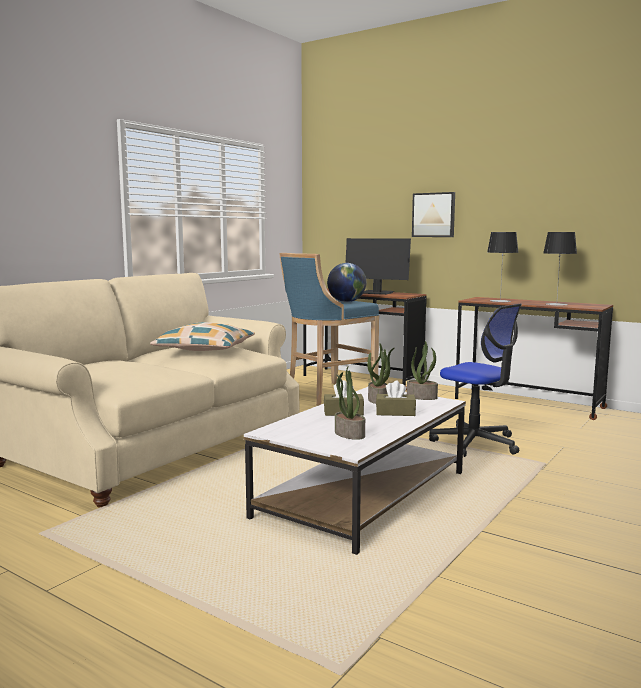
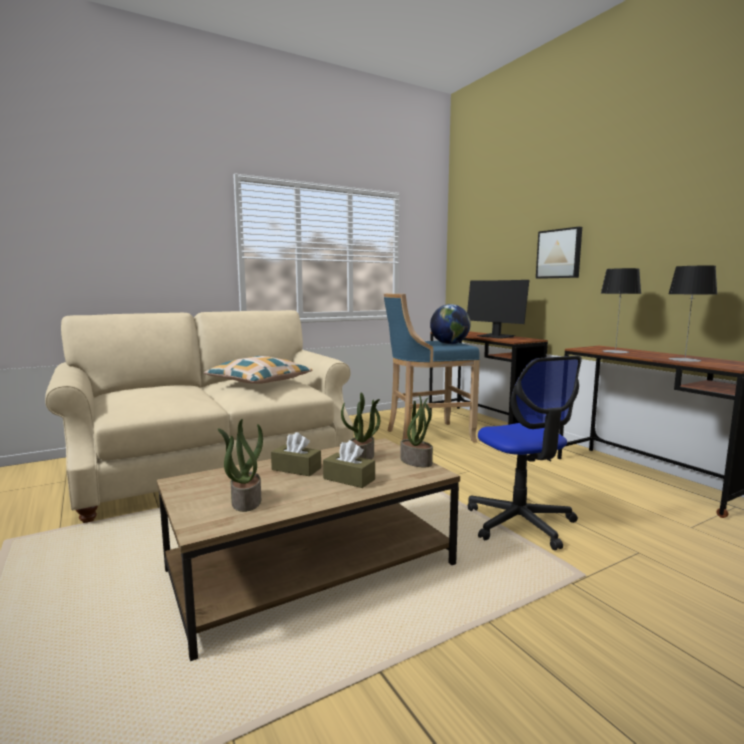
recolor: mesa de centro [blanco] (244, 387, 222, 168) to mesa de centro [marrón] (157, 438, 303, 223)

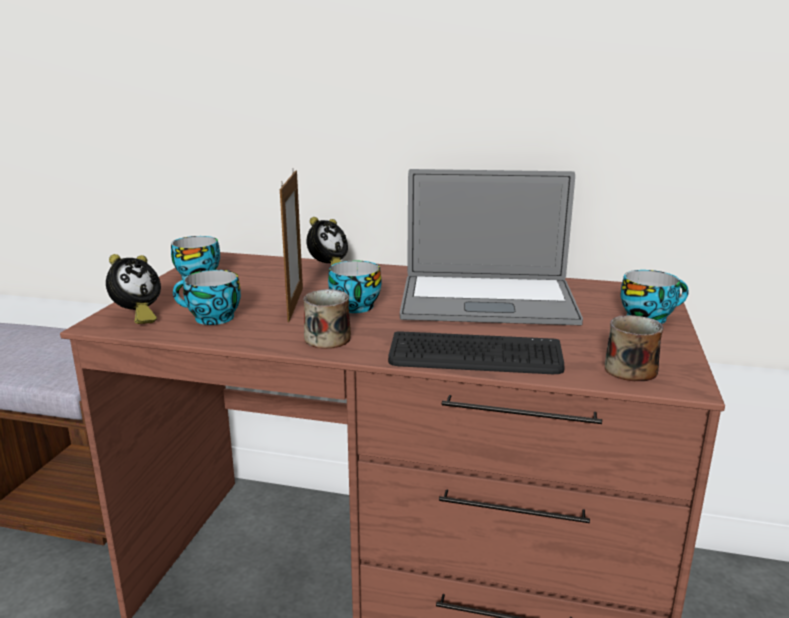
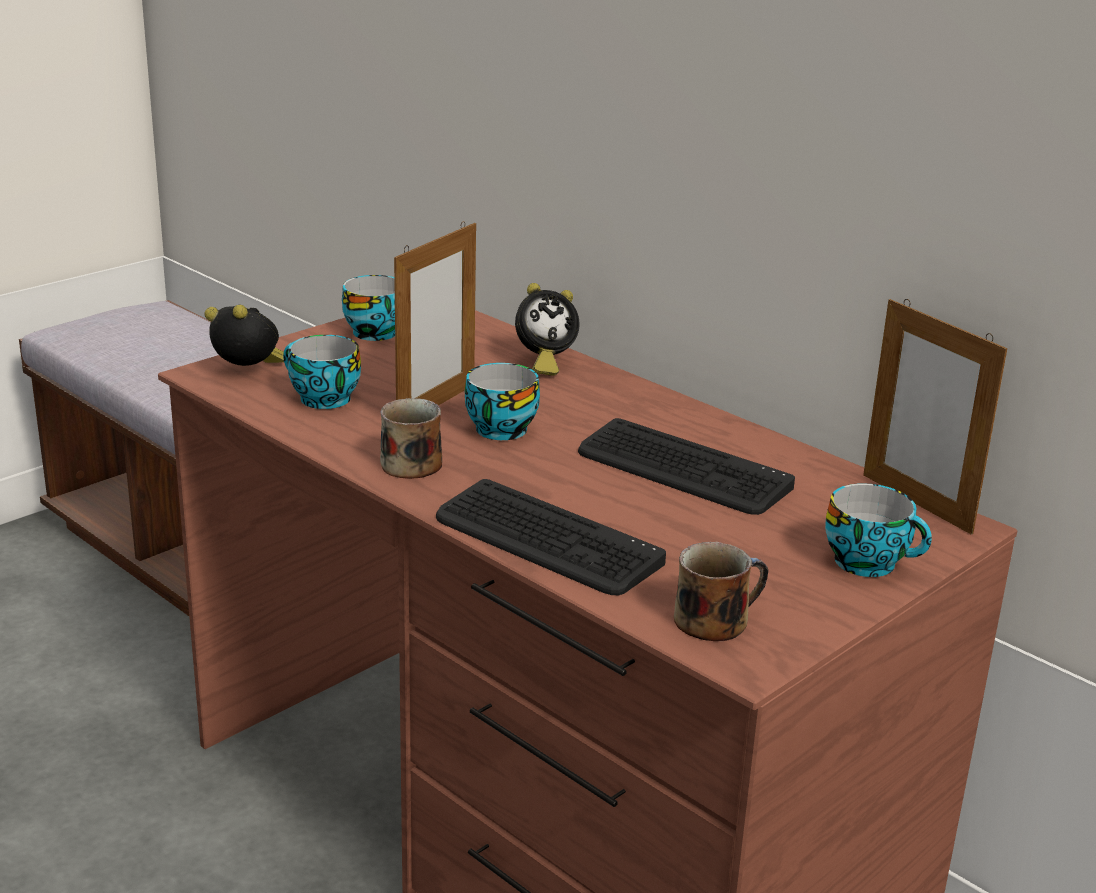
insert: portarretratos (863, 299, 144, 236)
replace: portátil (400, 169, 183, 156) to teclado (578, 418, 217, 97)
rotate: despertador (106, 254, 55, 70) = (205, 305, 79, 61) 135 degrees counterclockwise

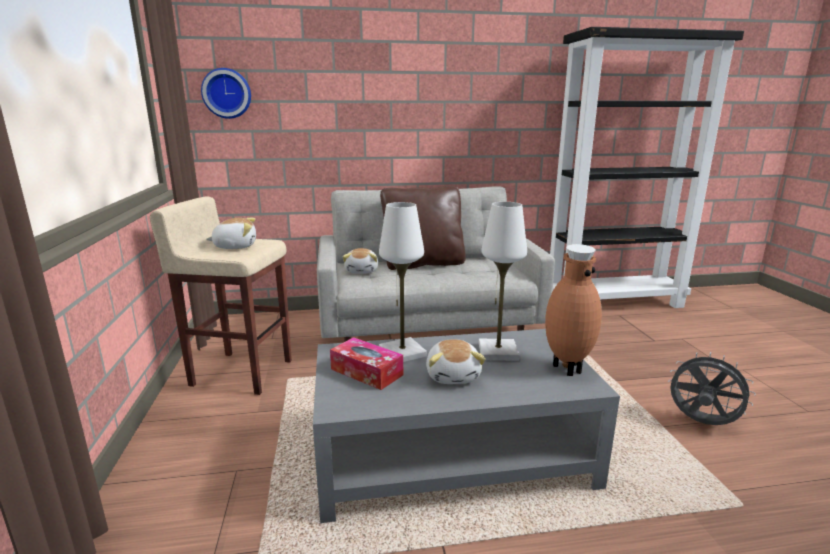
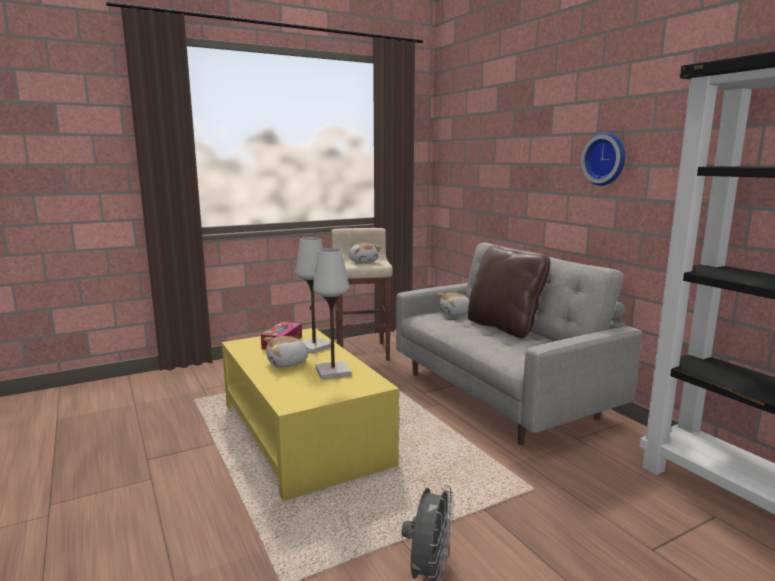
delete: florero [marrón] (545, 244, 57, 132)
move: reloj de pared (201, 68, 50, 51) to (581, 132, 44, 54)
recolor: mesa de centro [gris] (313, 329, 307, 194) to mesa de centro [amarillo] (222, 328, 177, 173)

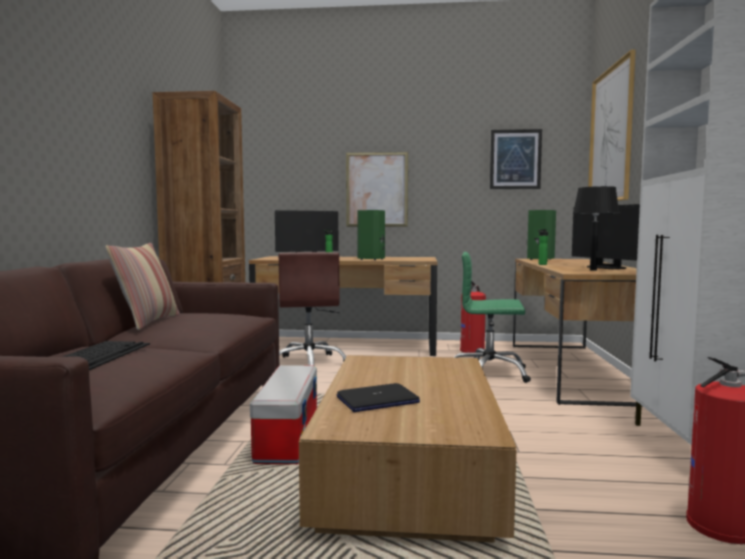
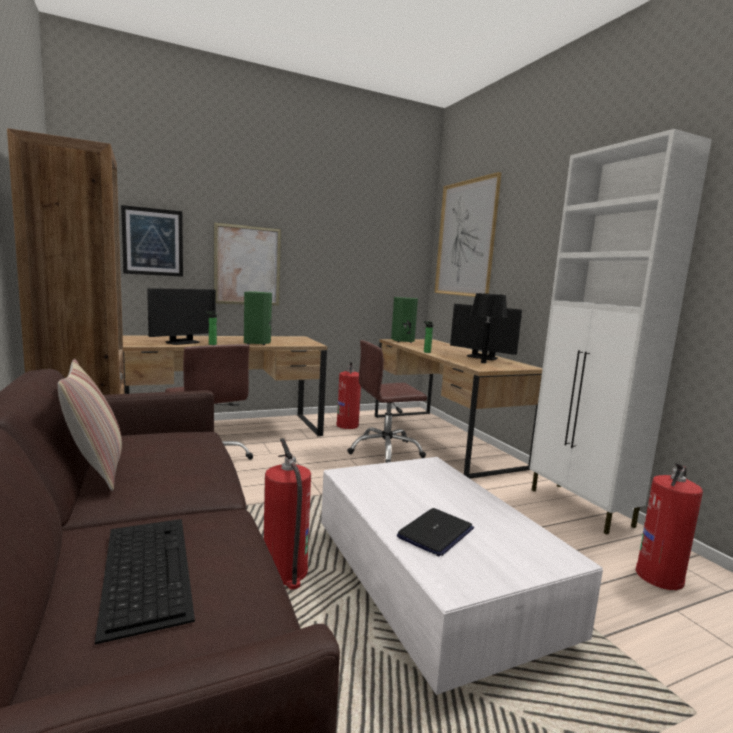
move: cuadro (490, 129, 52, 60) to (121, 205, 62, 72)
replace: caja de almacenaje (250, 365, 67, 99) to extintor (264, 438, 47, 152)
recolor: mesa de centro [marrón] (299, 355, 218, 187) to mesa de centro [blanco] (321, 457, 282, 238); silla de oficina [verde] (453, 252, 78, 131) to silla de oficina [marrón] (347, 340, 80, 123)

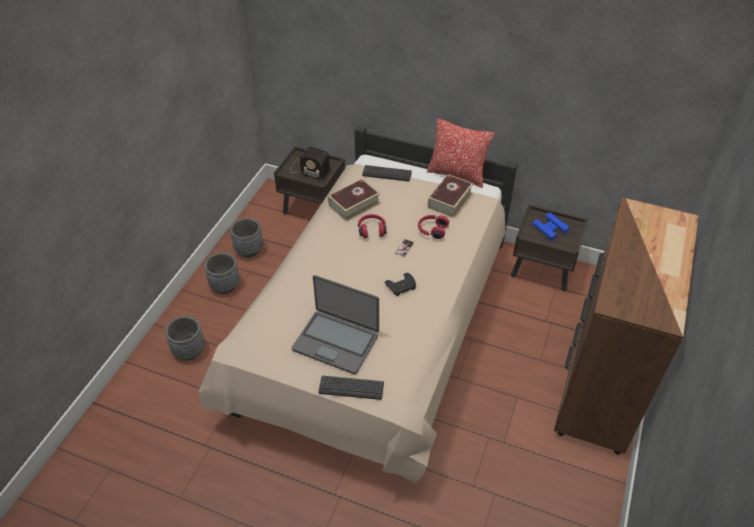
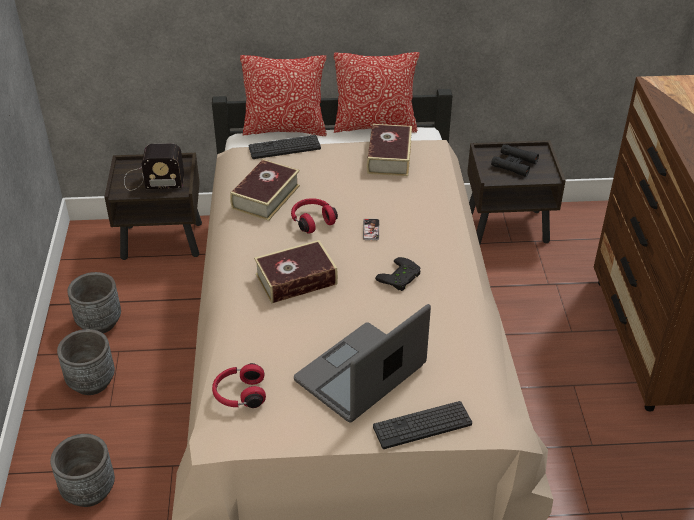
insert: cojín (240, 55, 87, 81); libro (254, 240, 84, 64)
move: auriculares [rojo] (418, 215, 31, 24) to (212, 363, 54, 45)
recolor: prismáticos [azul] (533, 212, 38, 29) to prismáticos [negro] (491, 144, 48, 33)
rotate: portátil (292, 275, 87, 99) = (294, 304, 137, 118) 135 degrees clockwise

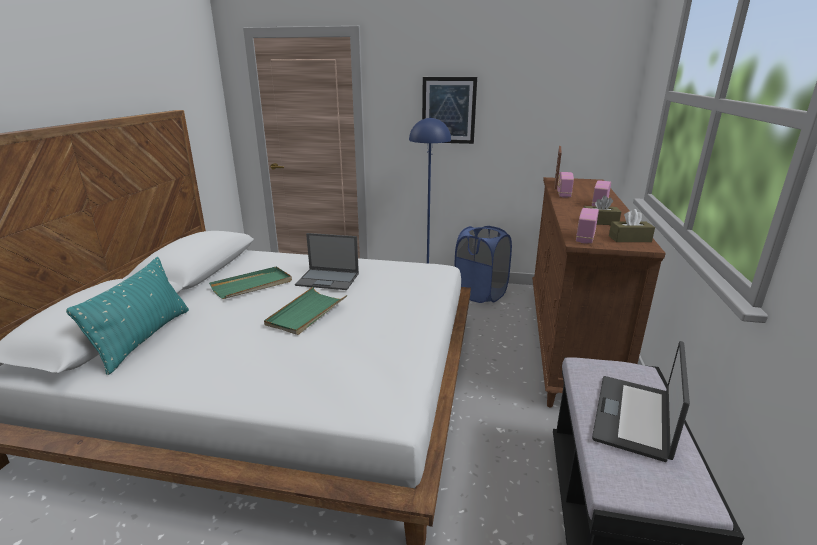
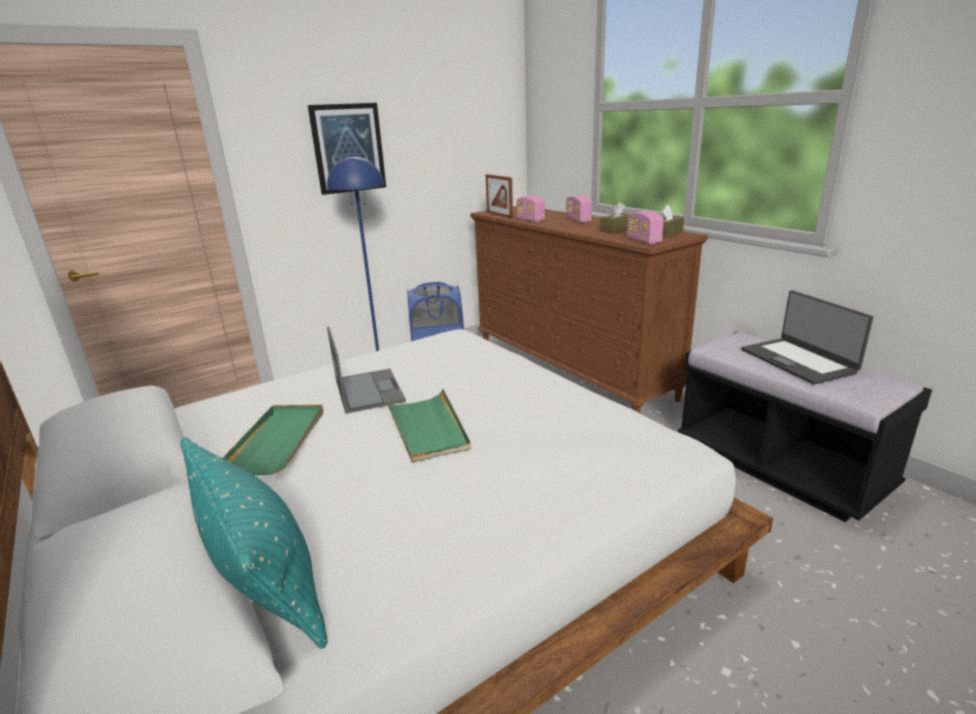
rotate: portátil (295, 233, 64, 57) = (327, 327, 79, 87) 75 degrees counterclockwise

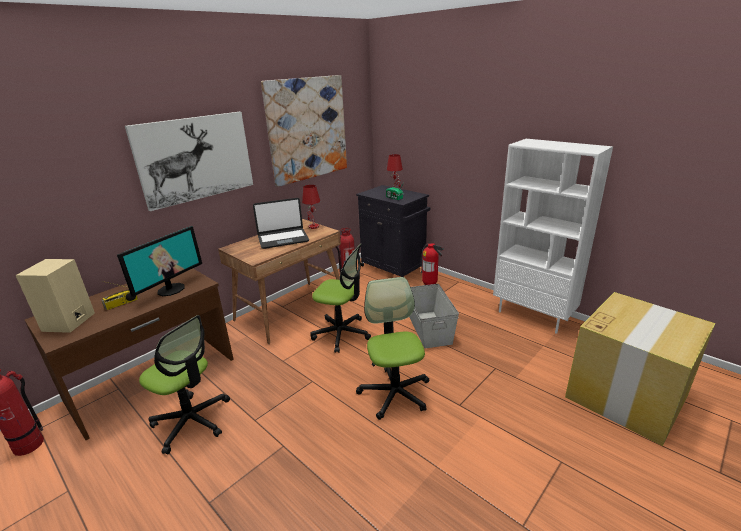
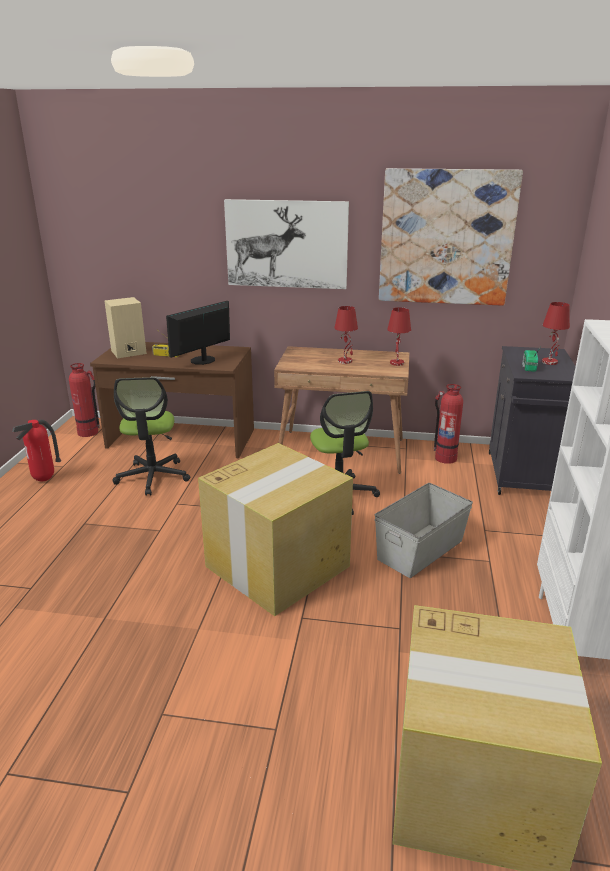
move: extintor (421, 243, 23, 42) to (12, 419, 49, 62)
replace: silla de oficina (356, 277, 73, 143) to caja de cartón (198, 443, 155, 173); portátil (253, 198, 56, 51) to lámpara de mesa [rojo] (334, 306, 24, 58)
rotate: monitor (117, 226, 85, 71) = (166, 301, 64, 64) 135 degrees clockwise

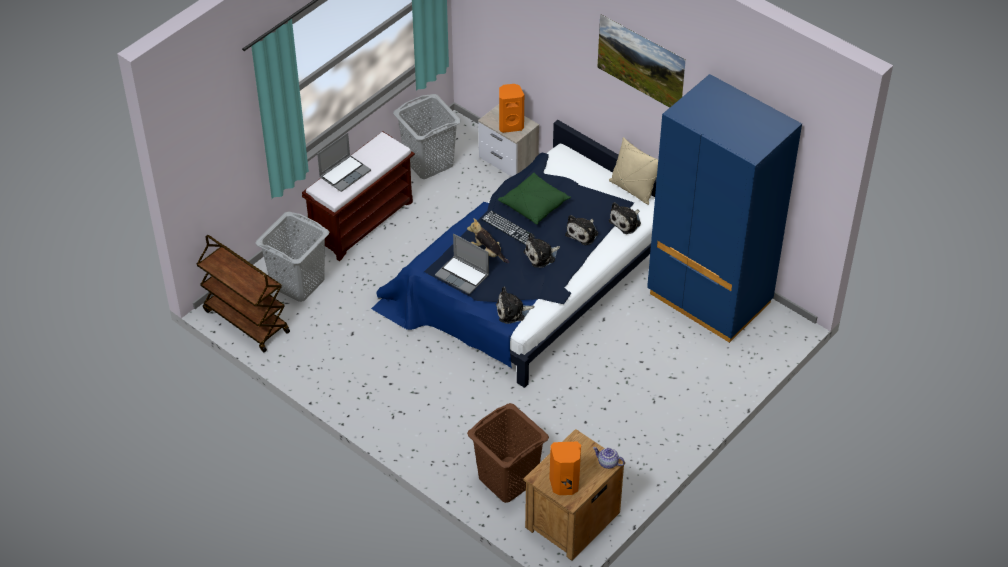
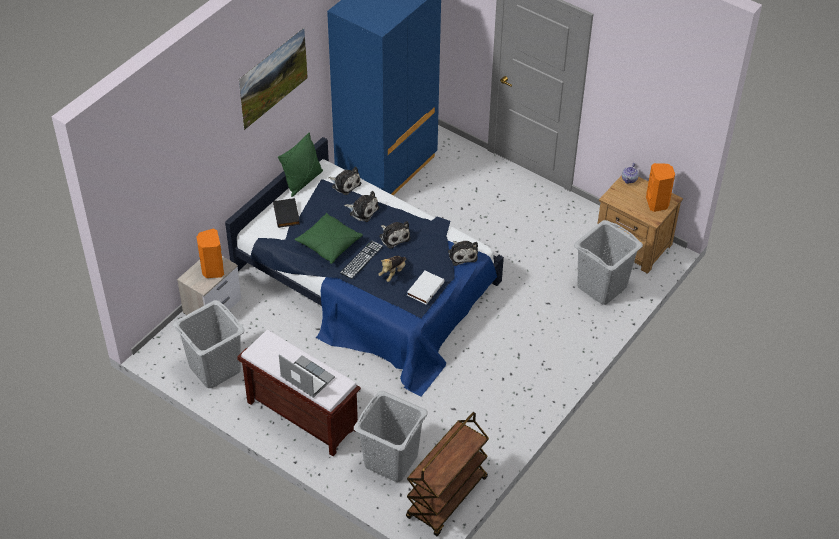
insert: libro [negro] (273, 198, 27, 30)
replace: portátil (435, 234, 54, 60) to libro [blanco] (407, 271, 38, 33)
recolor: cojín [beis] (609, 137, 49, 68) to cojín [verde] (278, 132, 45, 65); cesto de la ropa [marrón] (467, 403, 82, 100) to cesto de la ropa [gris] (574, 220, 69, 85)

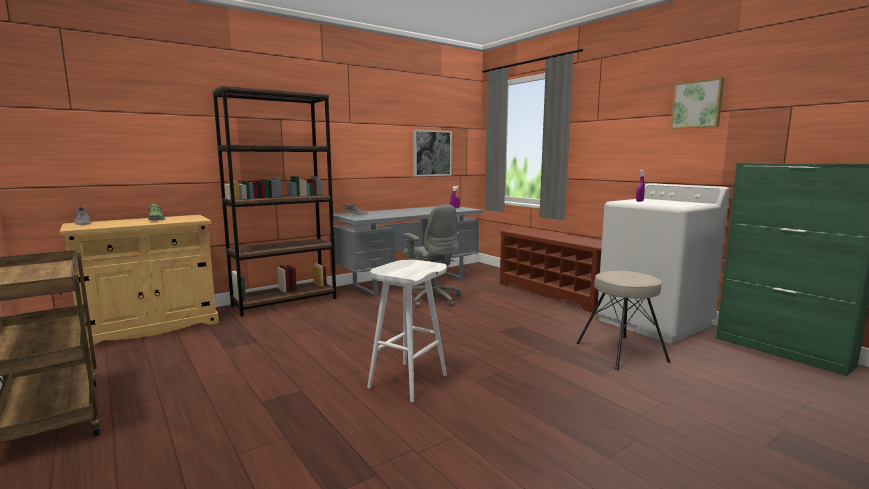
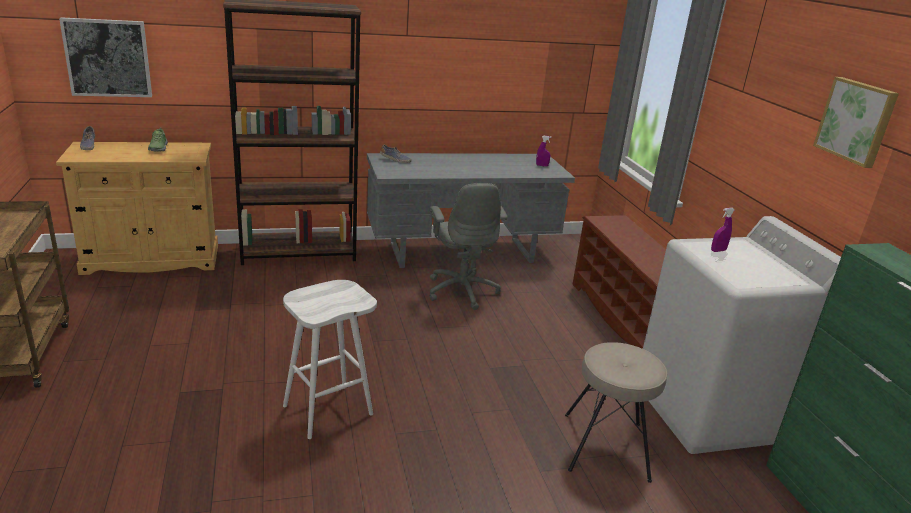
move: cuadro (413, 130, 39, 46) to (59, 17, 93, 80)

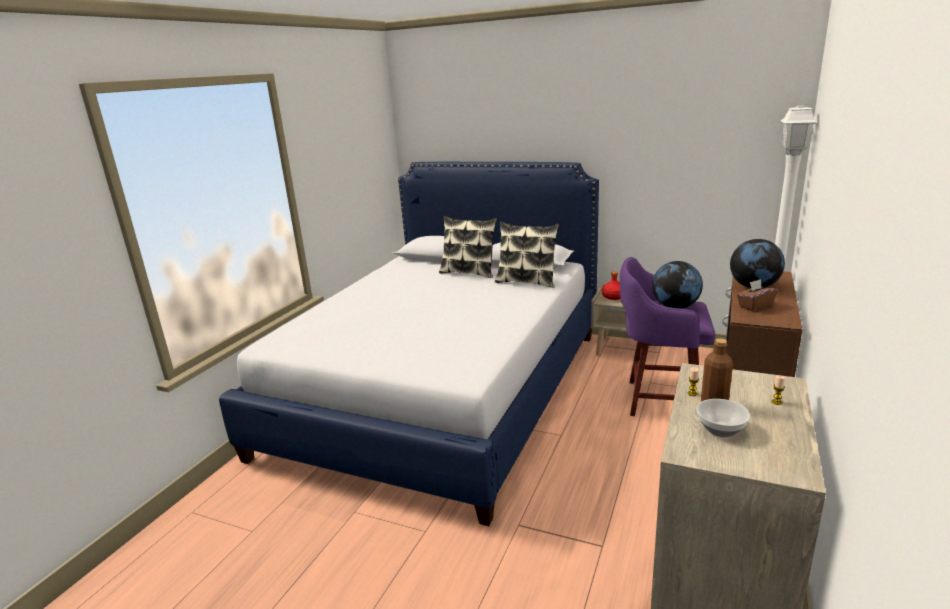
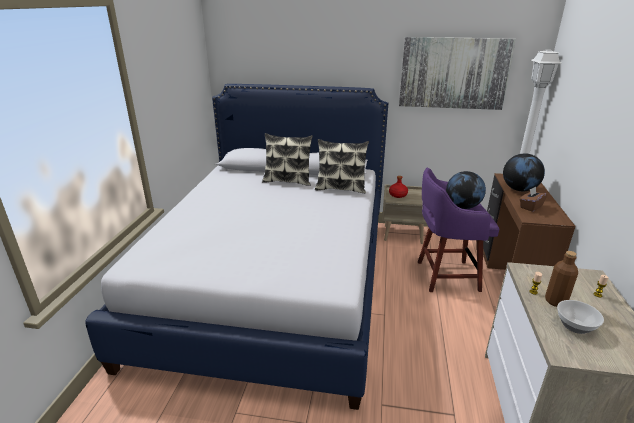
insert: cuadro (399, 37, 117, 73)

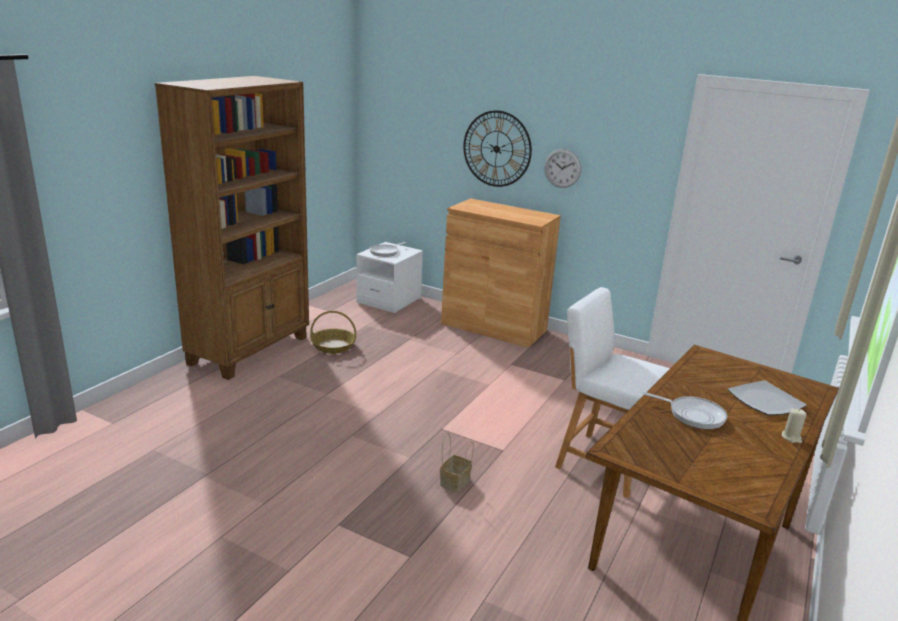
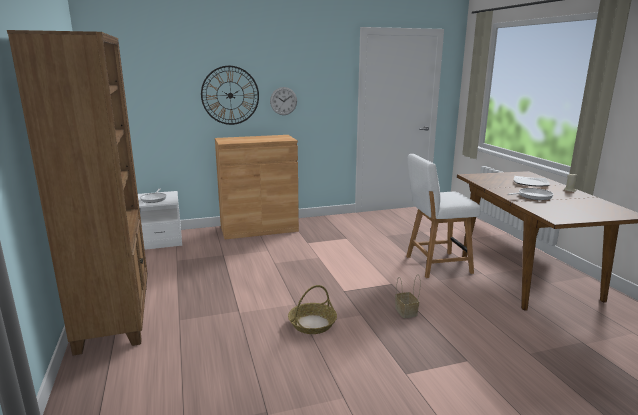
move: cesta (310, 311, 46, 43) to (288, 285, 49, 49)

